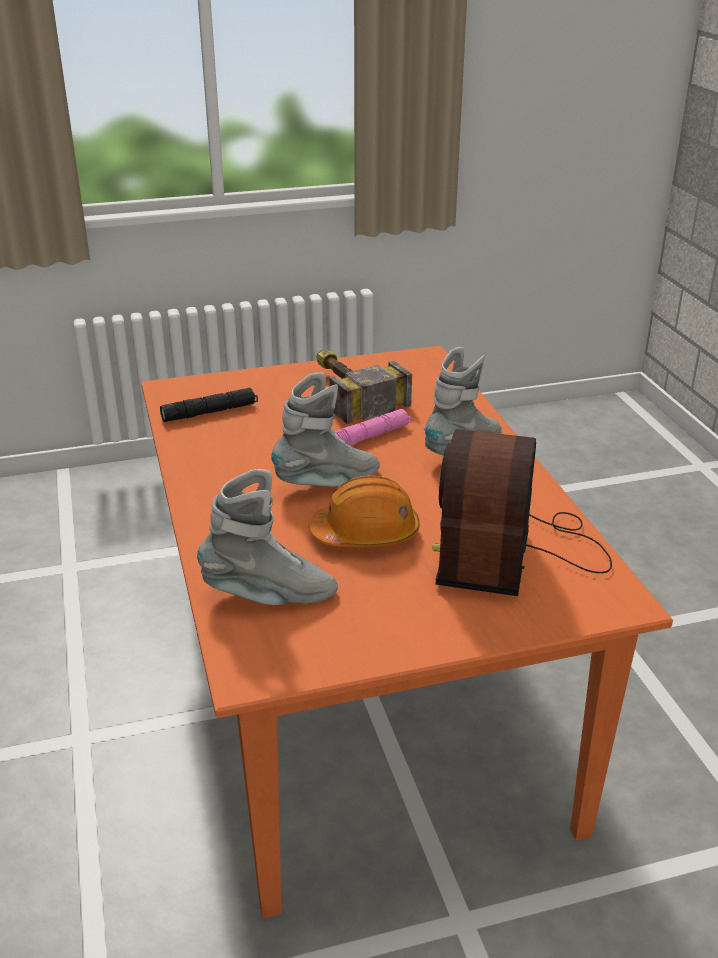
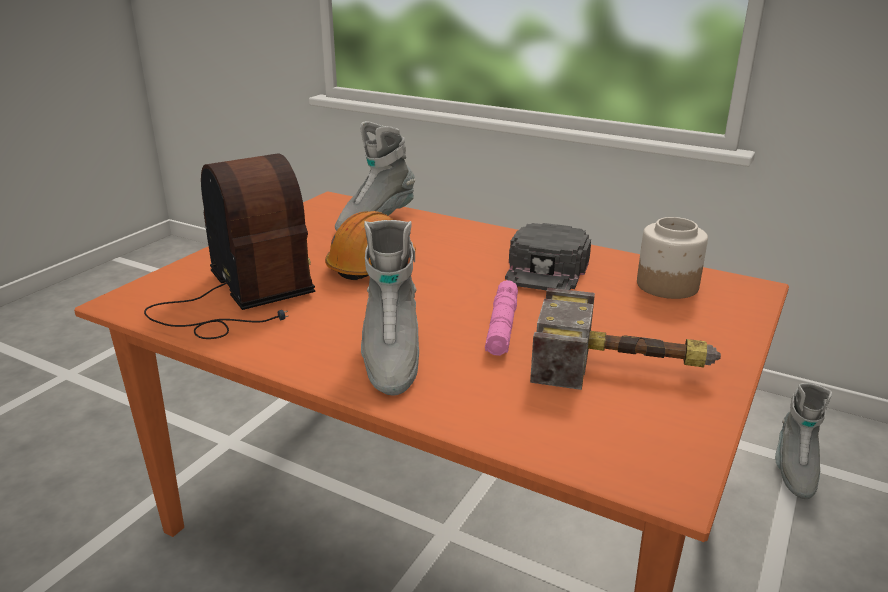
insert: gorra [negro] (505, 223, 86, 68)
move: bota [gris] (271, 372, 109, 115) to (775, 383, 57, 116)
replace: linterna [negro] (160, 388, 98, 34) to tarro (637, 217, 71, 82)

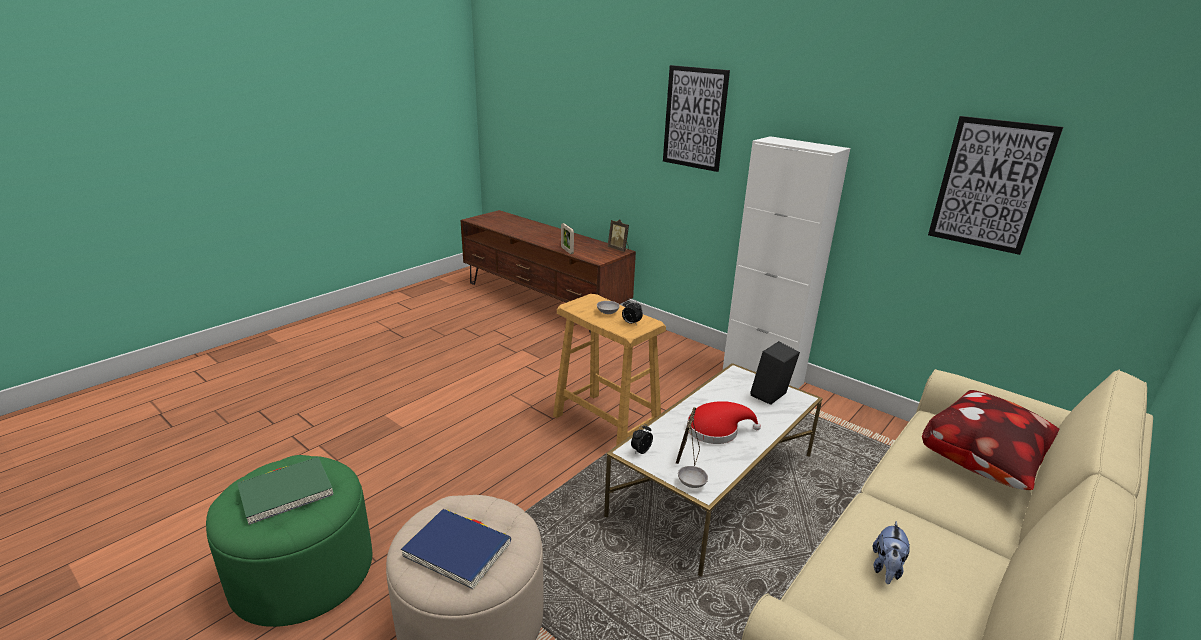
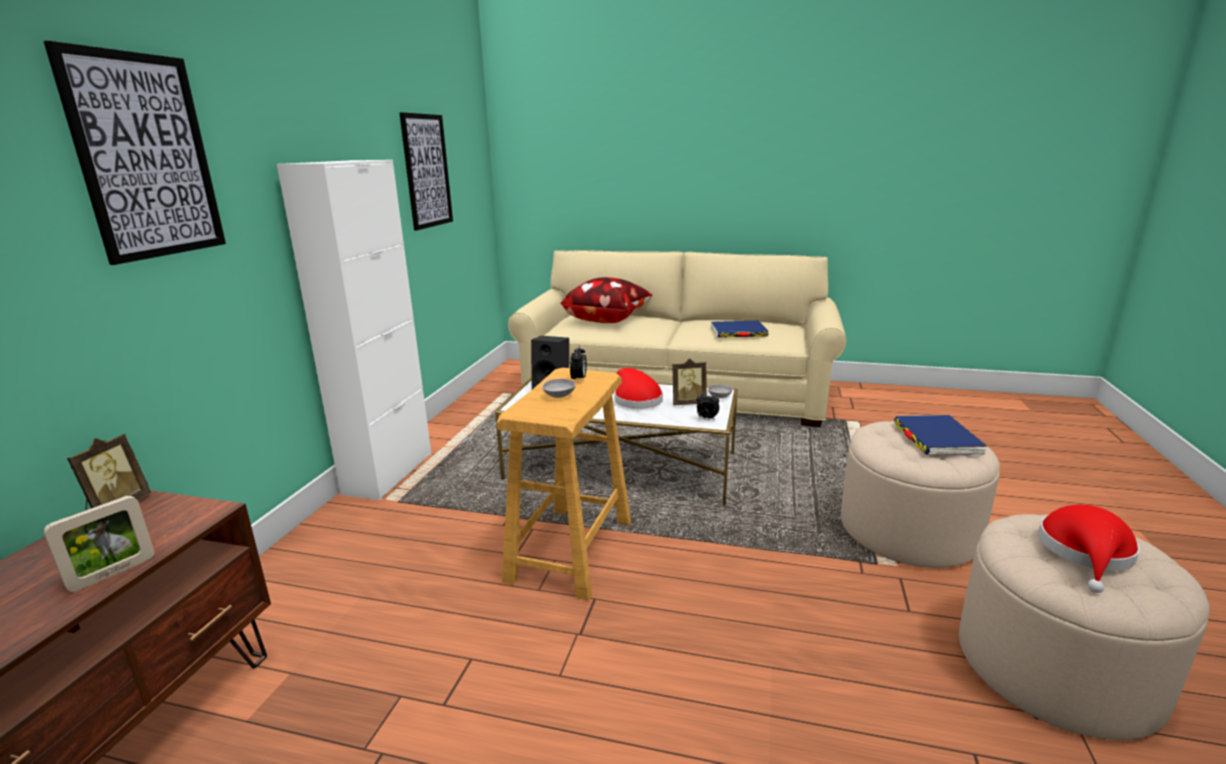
replace: peluche (873, 521, 37, 63) to libro [azul] (711, 321, 57, 17); libro [verde] (237, 457, 96, 68) to sombrero [rojo] (1038, 505, 102, 88)
recolor: puf [verde] (206, 455, 166, 172) to puf [beis] (959, 514, 251, 226)

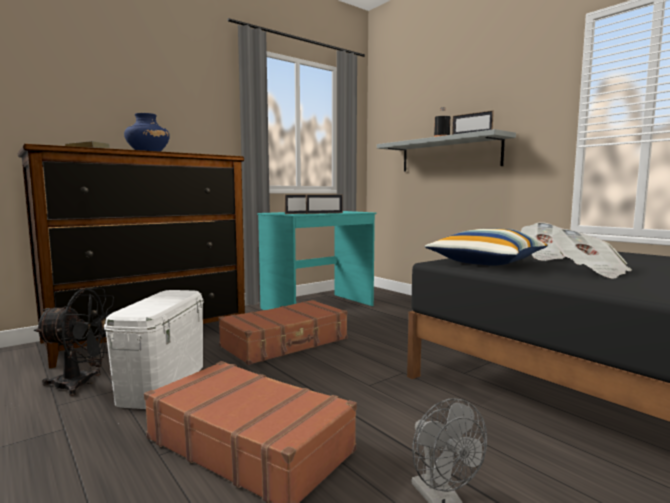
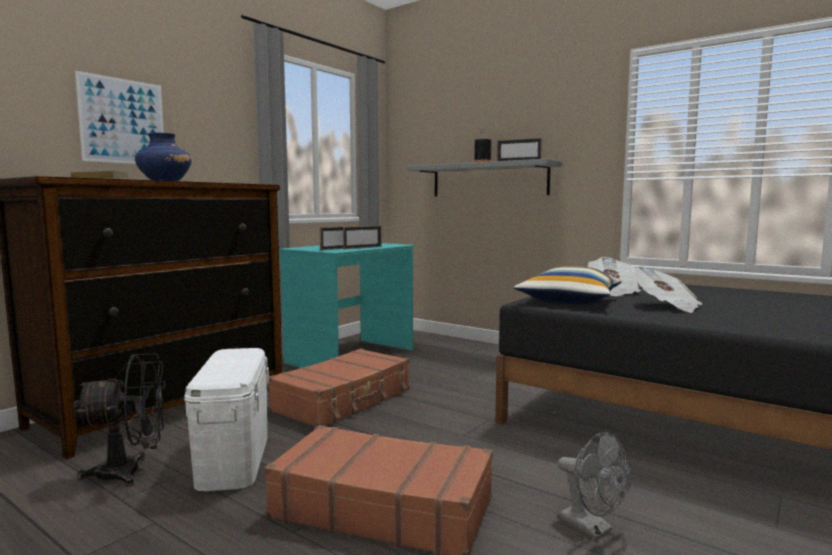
insert: cuadro (75, 71, 89, 93)

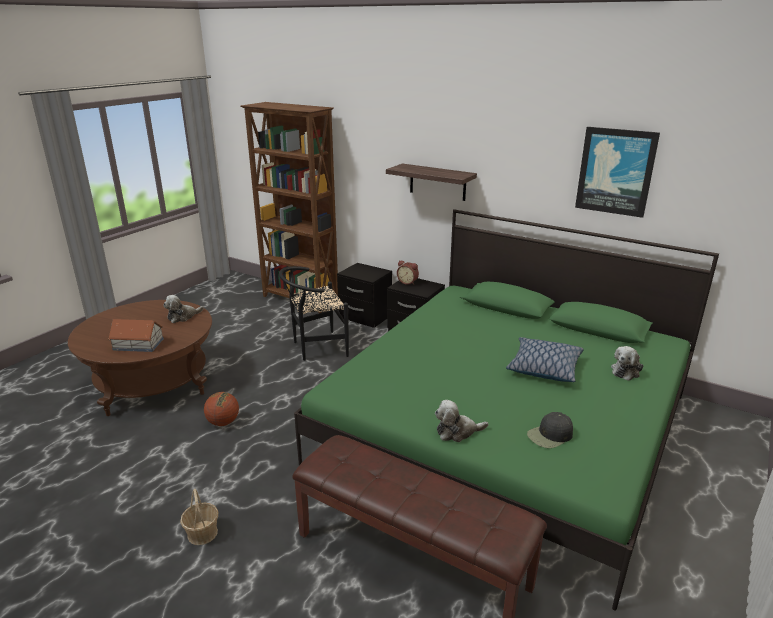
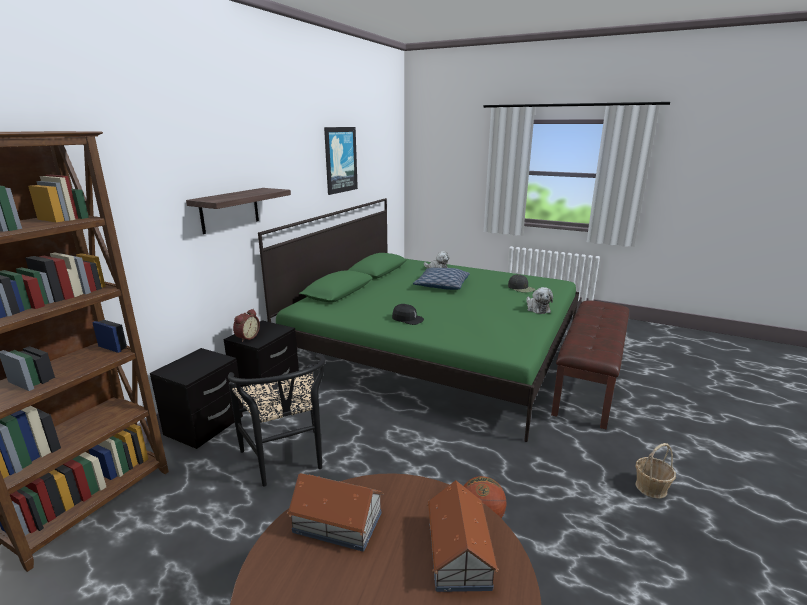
insert: gorra [negro] (392, 304, 32, 21)
replace: peluche (163, 295, 41, 28) to casita (287, 473, 97, 79)

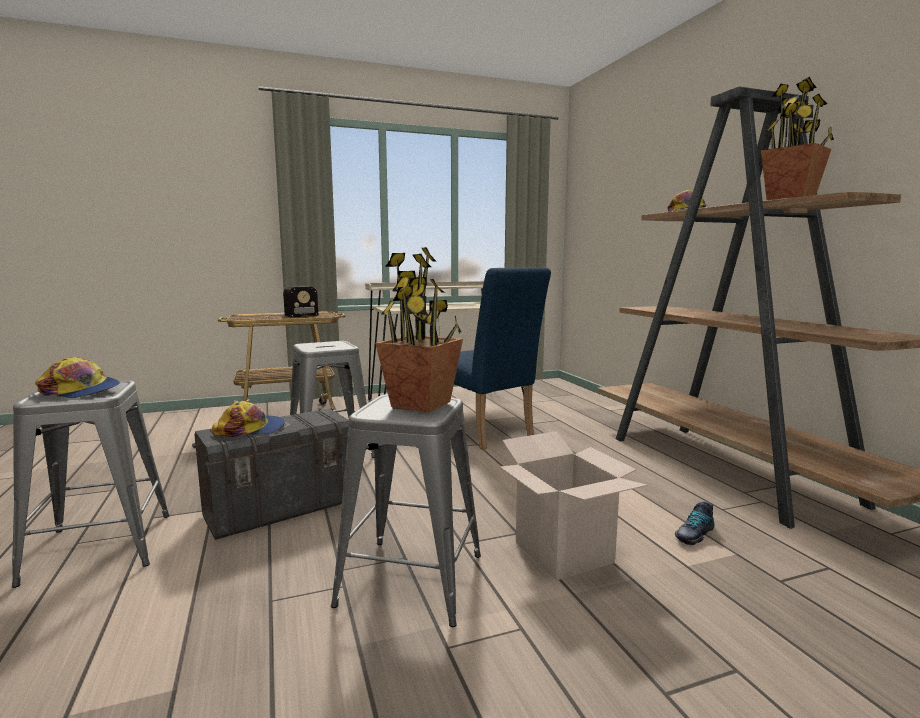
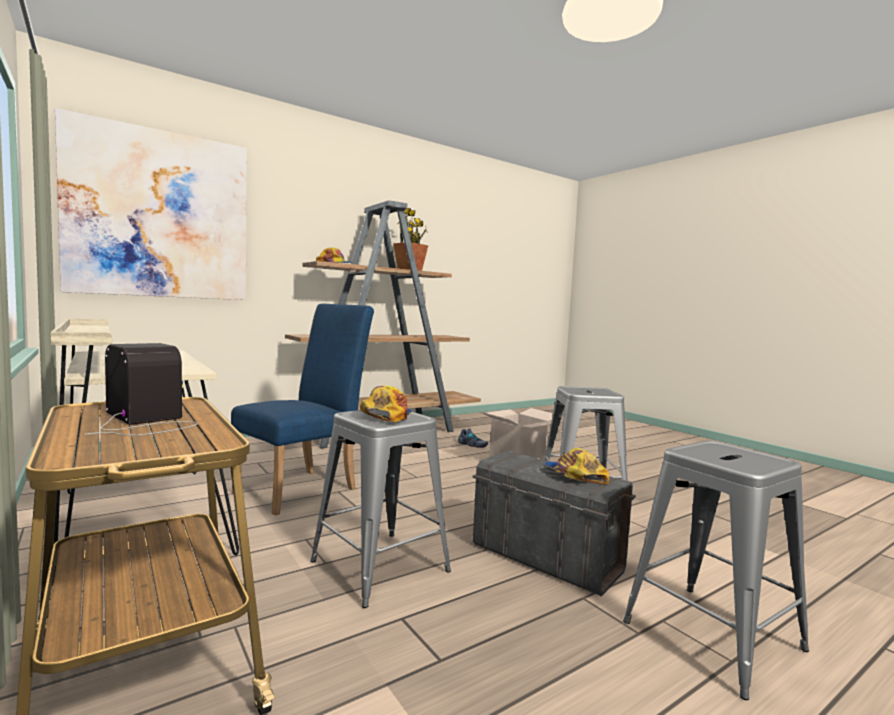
delete: planta en maceta (375, 247, 88, 166)
insert: cuadro (55, 108, 192, 192)
move: gorra (35, 357, 85, 41) to (360, 386, 52, 36)

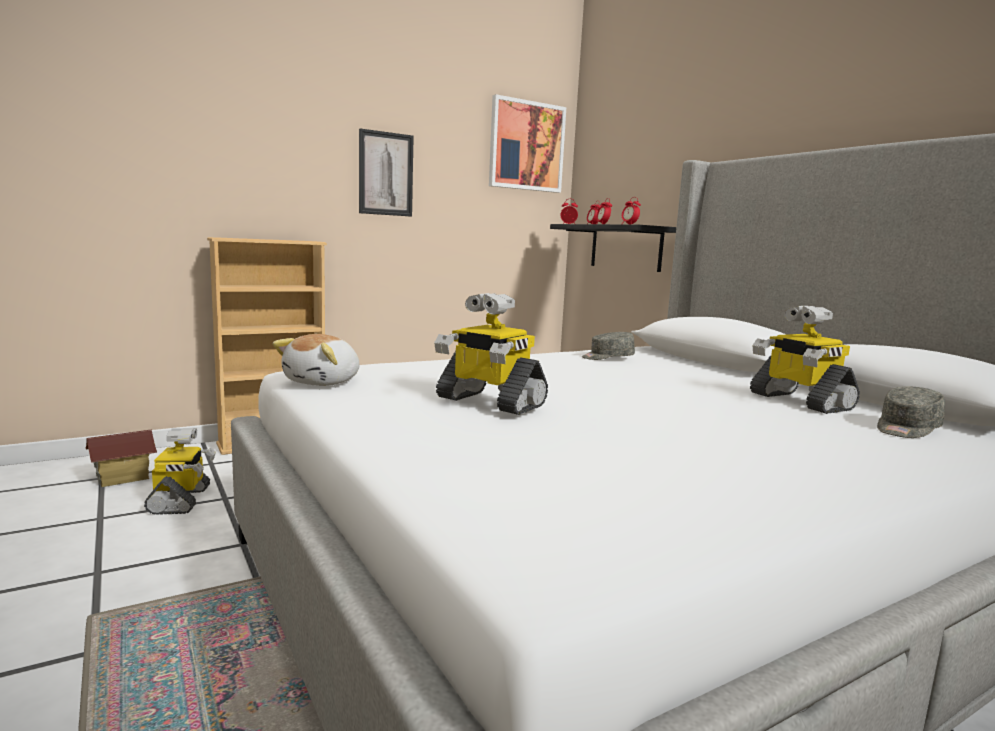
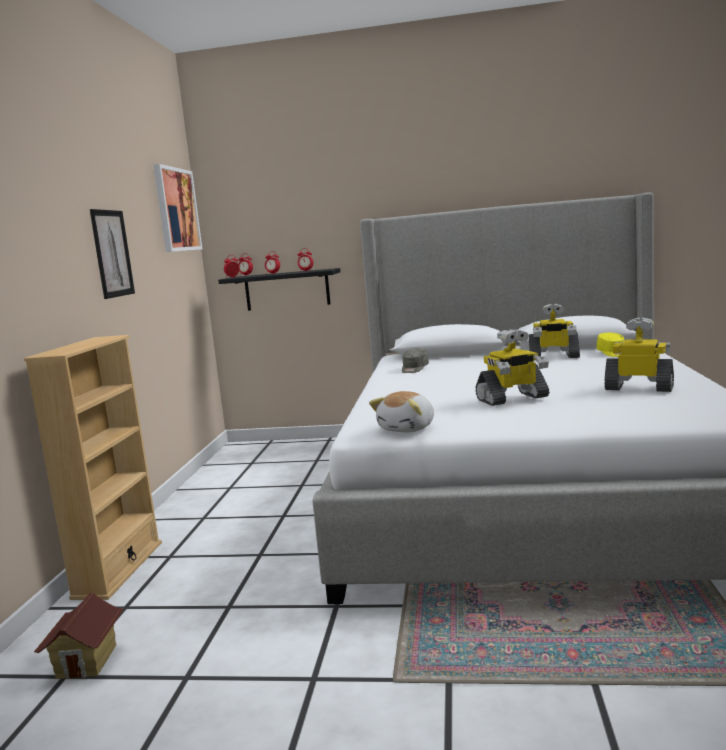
move: robot de juguete (144, 428, 72, 87) to (604, 317, 70, 75)
recolor: gorra [gris] (877, 386, 68, 52) to gorra [amarillo] (597, 333, 28, 24)
rotate: peluche (273, 334, 86, 52) = (369, 391, 65, 41) 60 degrees clockwise

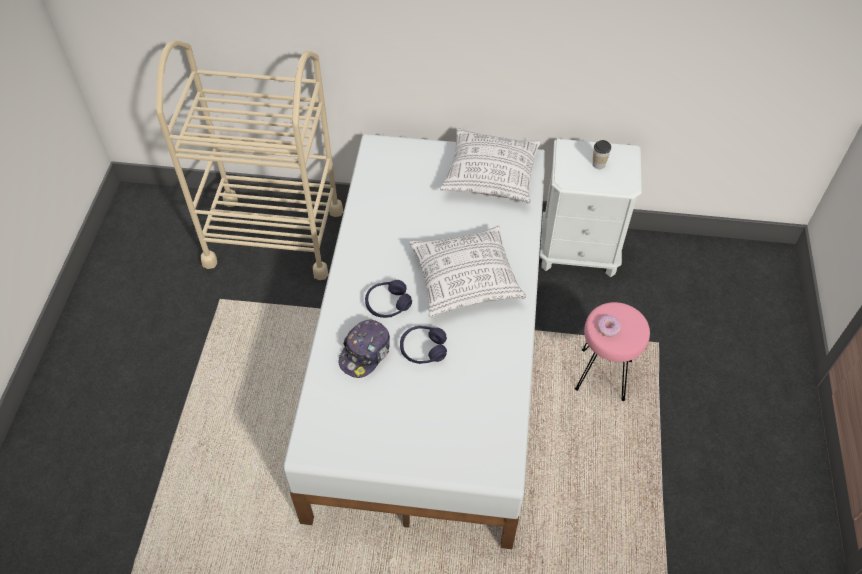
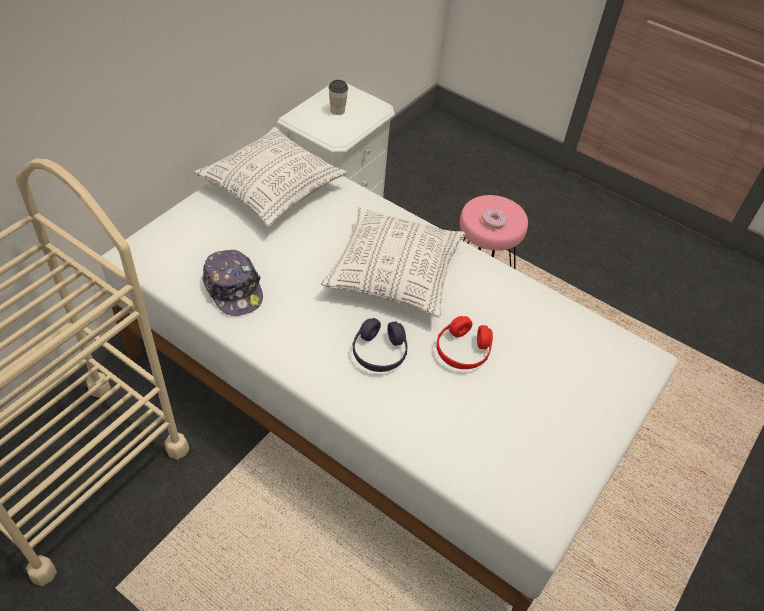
move: gorra (338, 319, 52, 59) to (202, 250, 61, 66)
recolor: auriculares [morado] (400, 326, 47, 38) to auriculares [rojo] (436, 316, 57, 53)

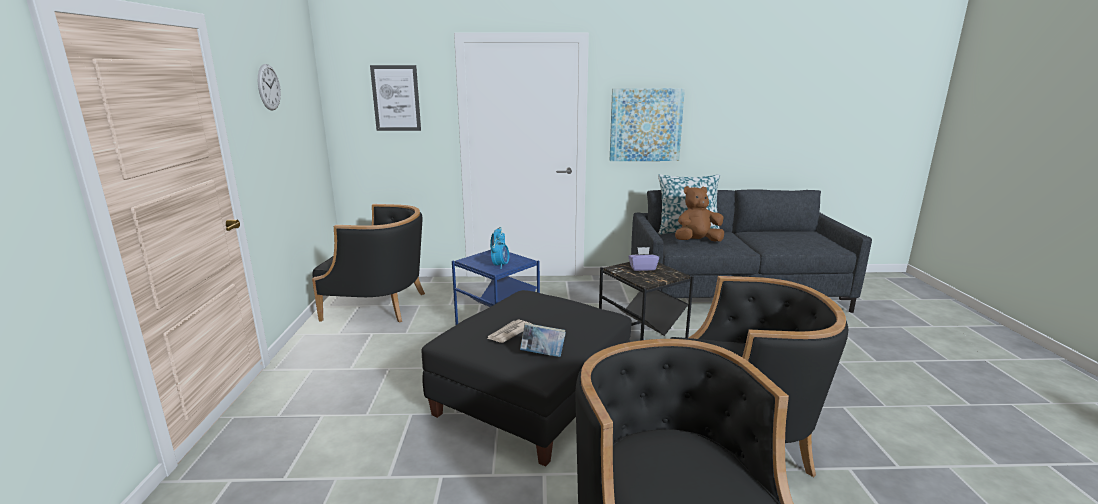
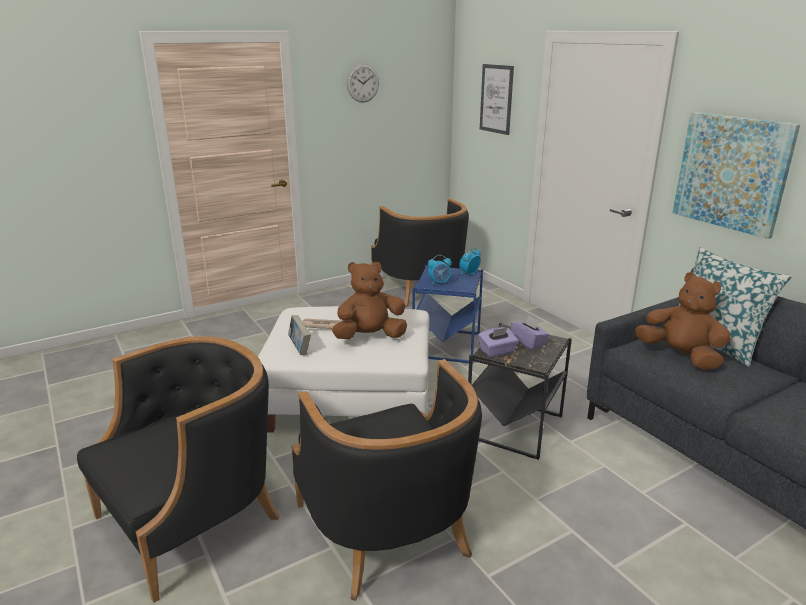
insert: peluche [marrón] (332, 262, 75, 77); caja de pañuelos [morado] (478, 327, 40, 30)
recolor: puf [negro] (421, 290, 211, 177) to puf [blanco] (258, 306, 171, 127)

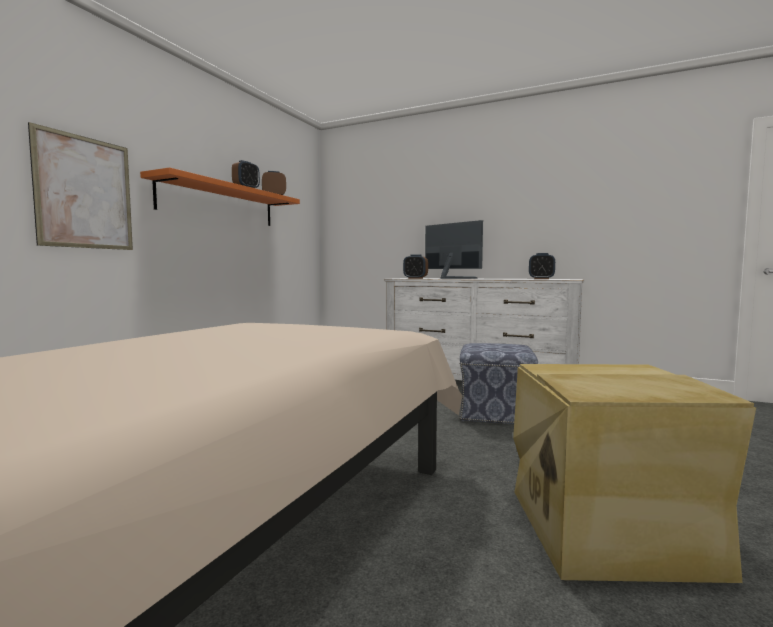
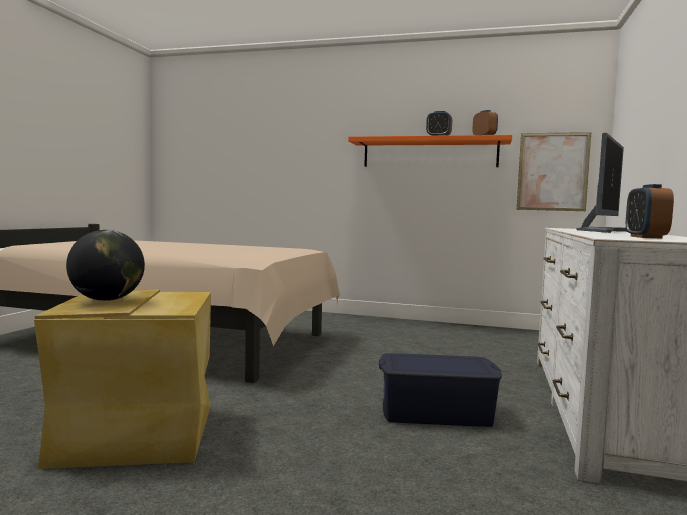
delete: despertador (403, 254, 25, 25)
insert: globo terráqueo (66, 230, 79, 71)
move: cuadro (28, 122, 105, 128) to (517, 132, 74, 79)
replace: puf (460, 343, 78, 81) to caja de almacenaje [azul] (379, 353, 123, 74)

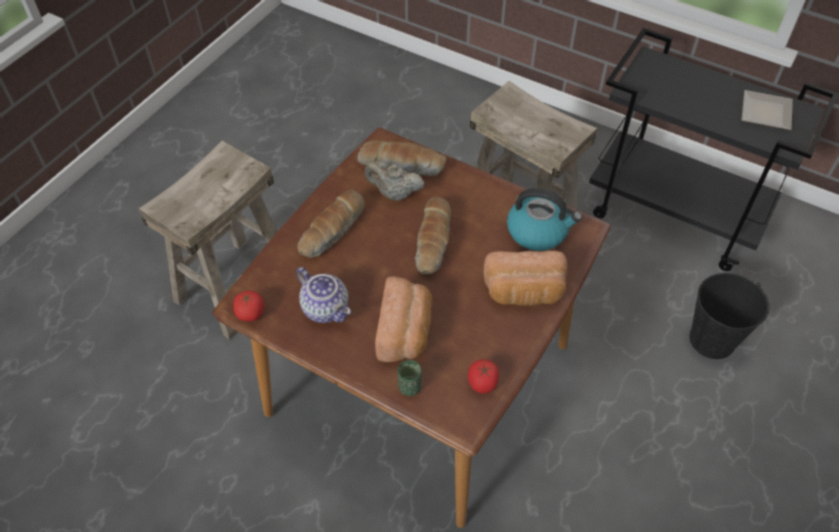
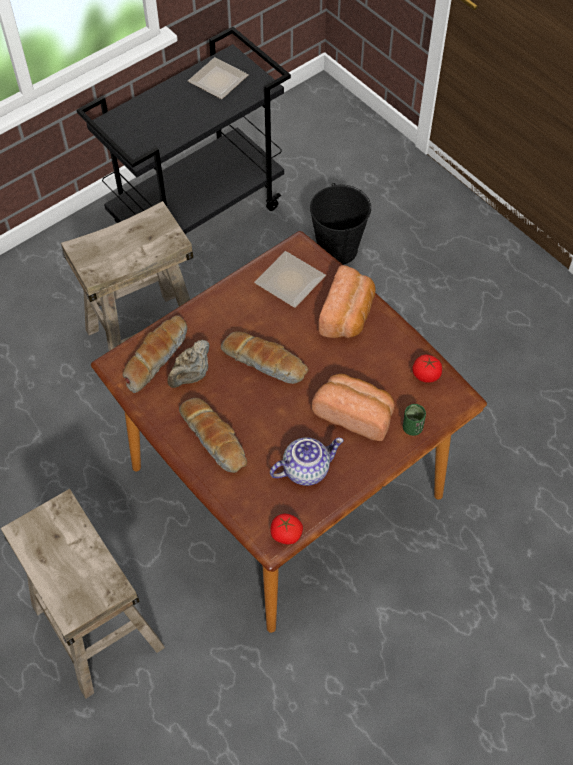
replace: hervidor (507, 188, 75, 63) to plato (254, 251, 72, 57)

